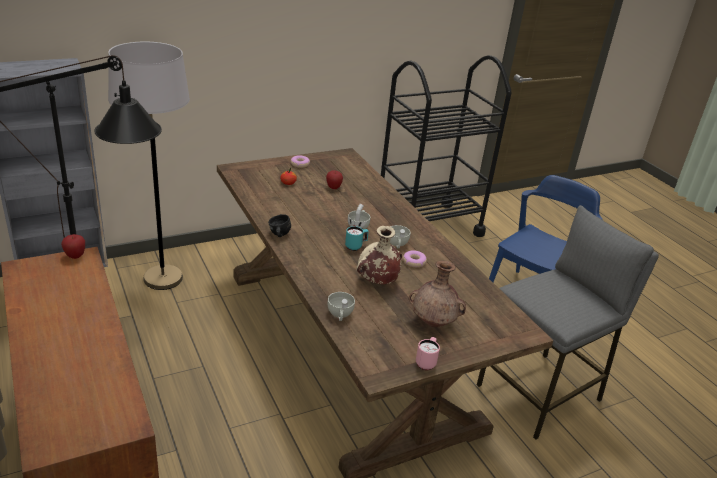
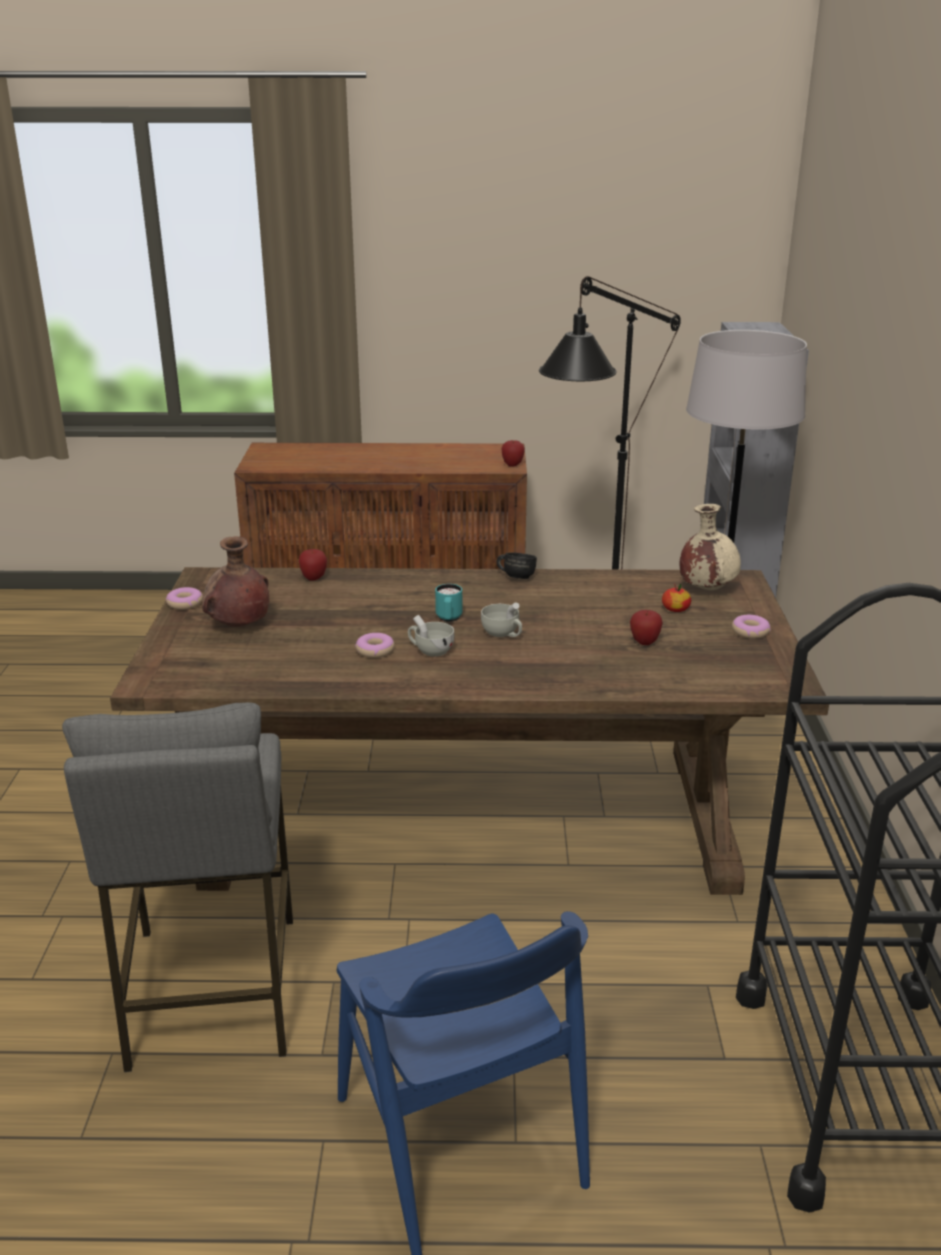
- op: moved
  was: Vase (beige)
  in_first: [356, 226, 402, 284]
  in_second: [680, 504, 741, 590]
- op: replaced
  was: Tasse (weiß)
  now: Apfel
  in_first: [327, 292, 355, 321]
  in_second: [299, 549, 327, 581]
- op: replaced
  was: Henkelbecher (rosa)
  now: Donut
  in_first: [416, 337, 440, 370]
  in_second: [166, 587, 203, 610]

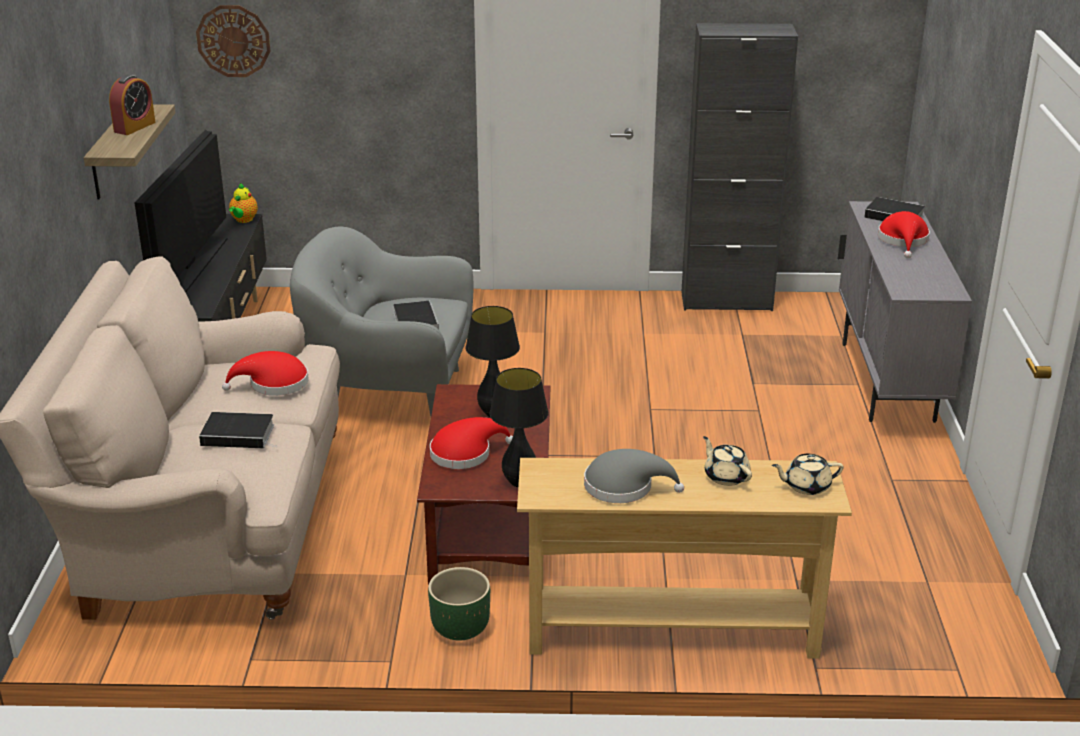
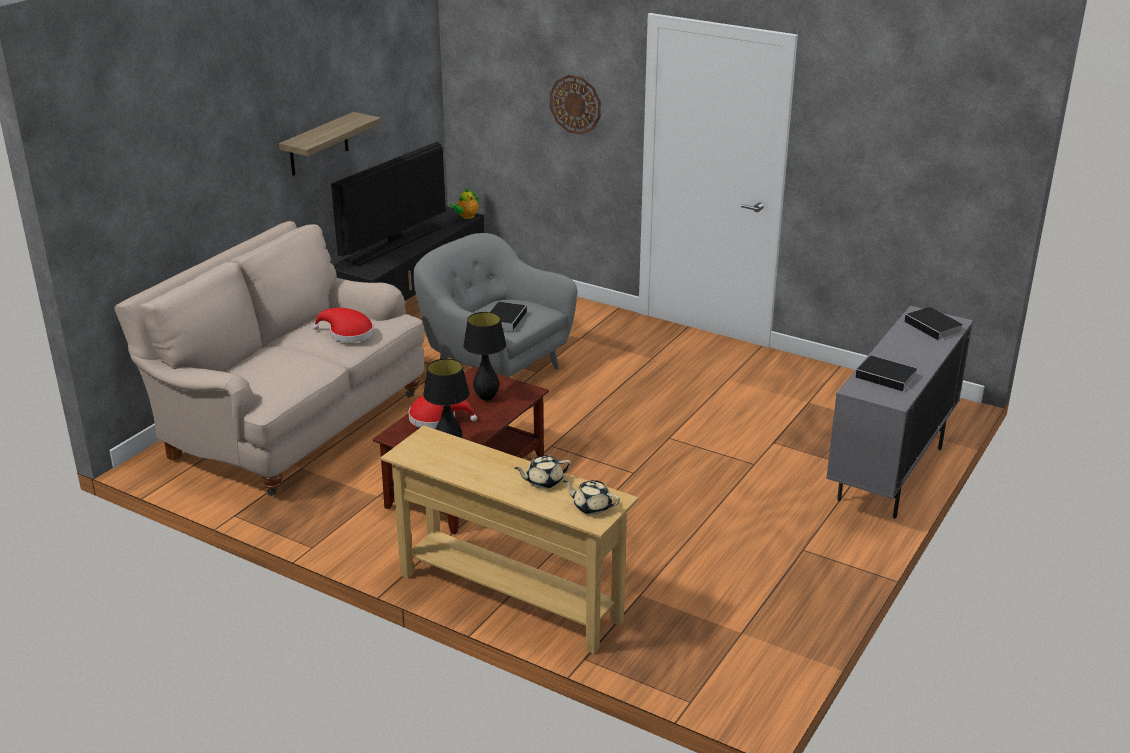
- op: moved
  was: Wanduhr
  in_first: [196, 5, 270, 77]
  in_second: [550, 75, 601, 135]
- op: removed
  was: Schrank (schwarz)
  in_first: [681, 23, 798, 311]
- op: removed
  was: Wecker
  in_first: [109, 75, 156, 135]
- op: removed
  was: Hut (rot)
  in_first: [878, 211, 930, 258]
- op: moved
  was: Buch
  in_first: [199, 412, 276, 448]
  in_second: [855, 355, 917, 392]
- op: turned
  was: Teekanne (beige)
  in_first: [703, 436, 752, 486]
  in_second: [514, 455, 571, 489]
  clockwise: -105
- op: removed
  was: Hut (grau)
  in_first: [584, 449, 684, 503]
- op: removed
  was: Pflanzkübel (grün)
  in_first: [428, 567, 490, 641]

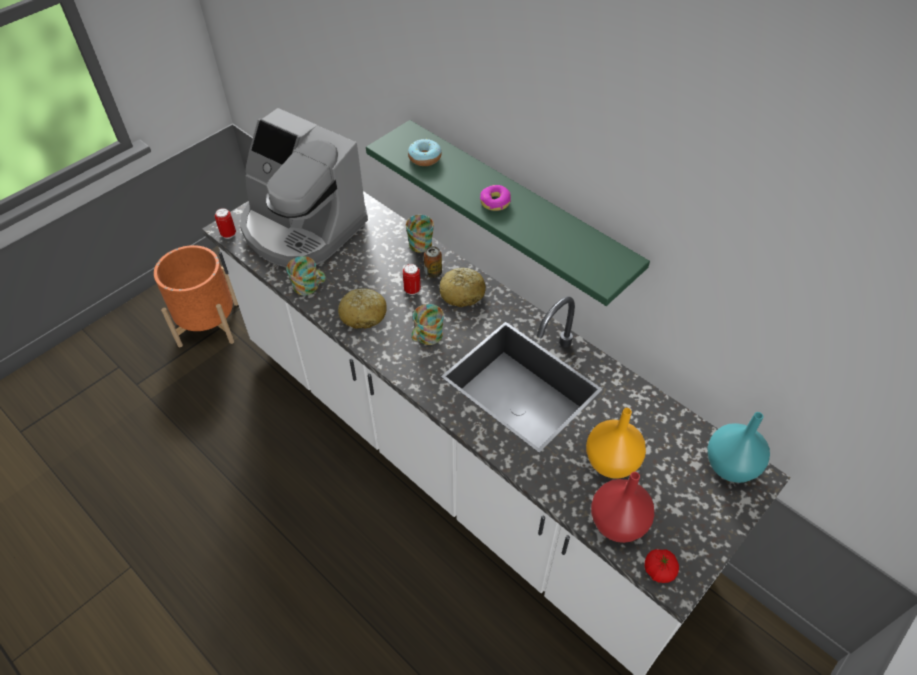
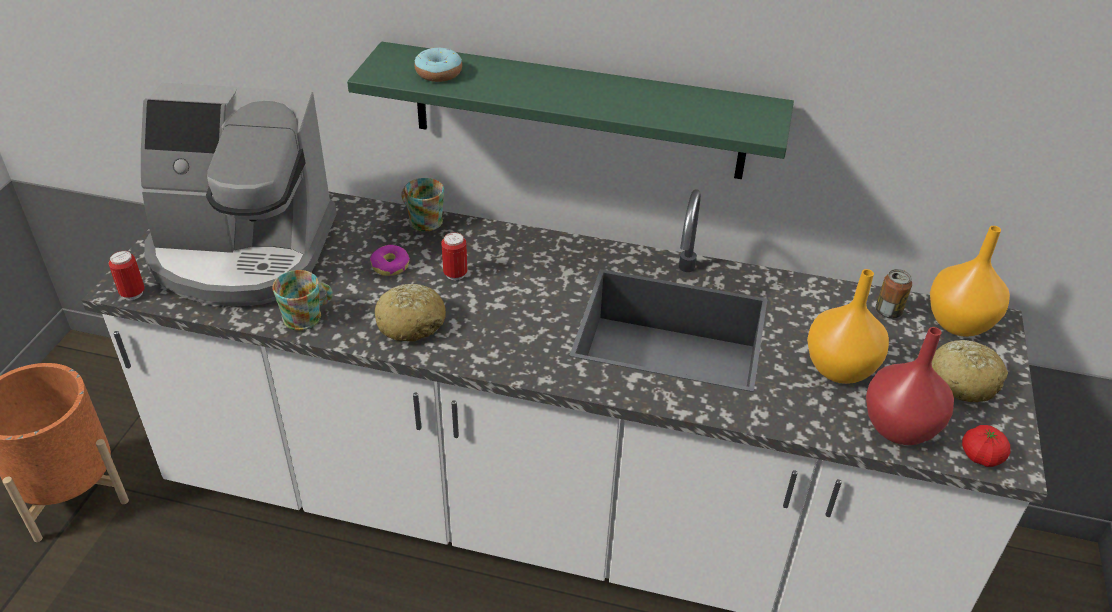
- op: moved
  was: Donut
  in_first: [480, 185, 511, 211]
  in_second: [370, 245, 410, 276]
- op: moved
  was: Dose
  in_first: [424, 246, 442, 278]
  in_second: [876, 269, 912, 318]
- op: moved
  was: Brot
  in_first: [440, 268, 486, 307]
  in_second: [932, 340, 1008, 402]
- op: removed
  was: Henkelbecher
  in_first: [411, 304, 444, 345]
- op: recoloured
  was: Vase (türkis)
  now: Vase (orange)
  in_first: [708, 412, 770, 483]
  in_second: [930, 226, 1010, 336]

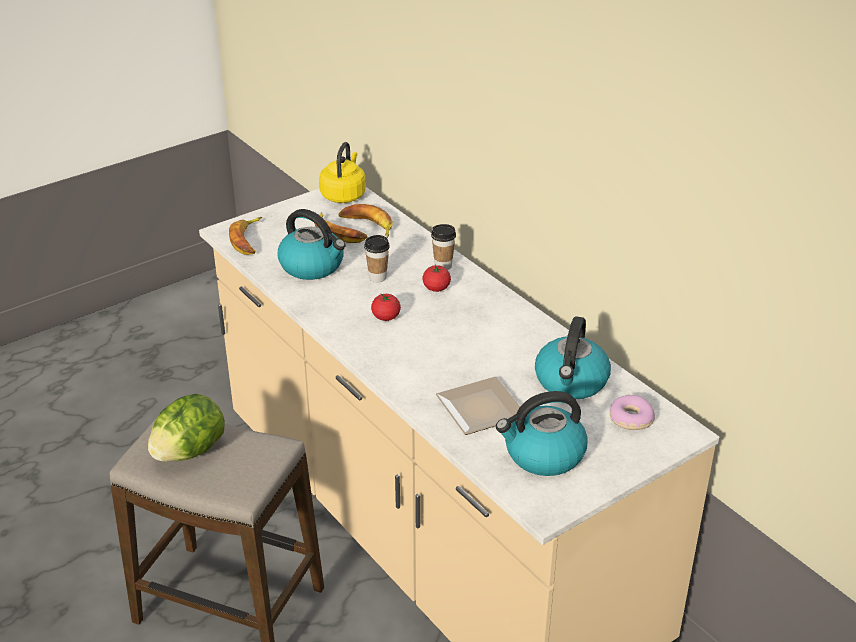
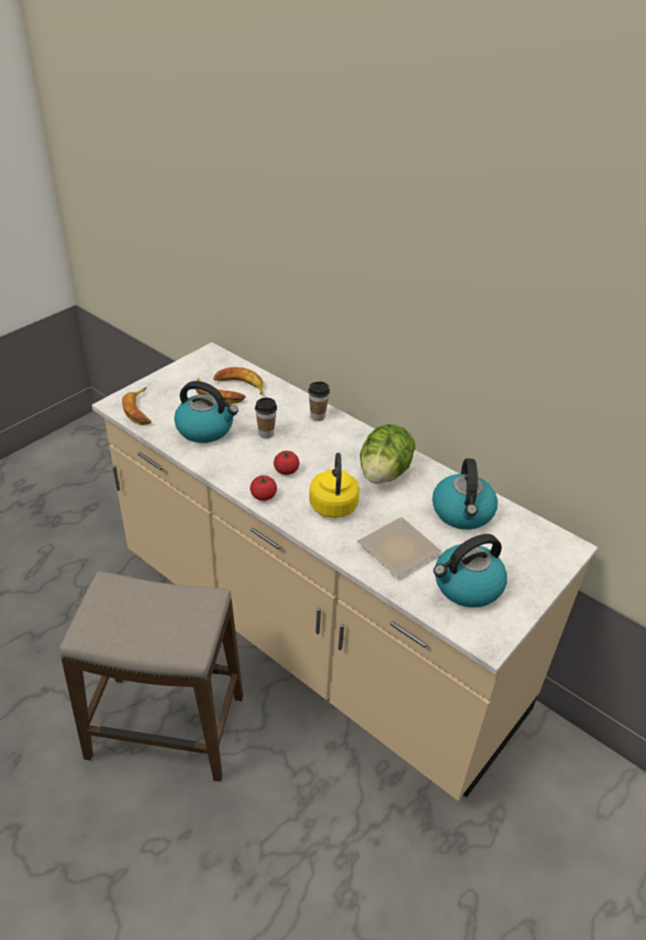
- op: moved
  was: Wasserkessel (gelb)
  in_first: [319, 142, 366, 203]
  in_second: [309, 453, 360, 518]
- op: moved
  was: Tomate
  in_first: [422, 265, 451, 292]
  in_second: [250, 475, 277, 501]
- op: moved
  was: Salatkopf
  in_first: [148, 394, 225, 462]
  in_second: [360, 424, 415, 484]
- op: removed
  was: Donut
  in_first: [610, 395, 655, 430]

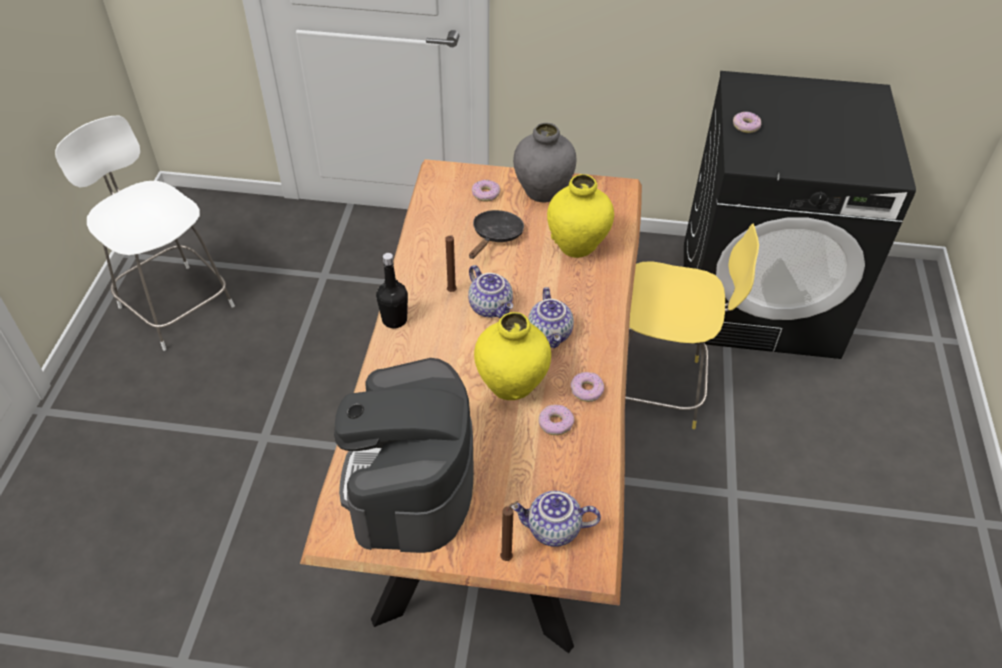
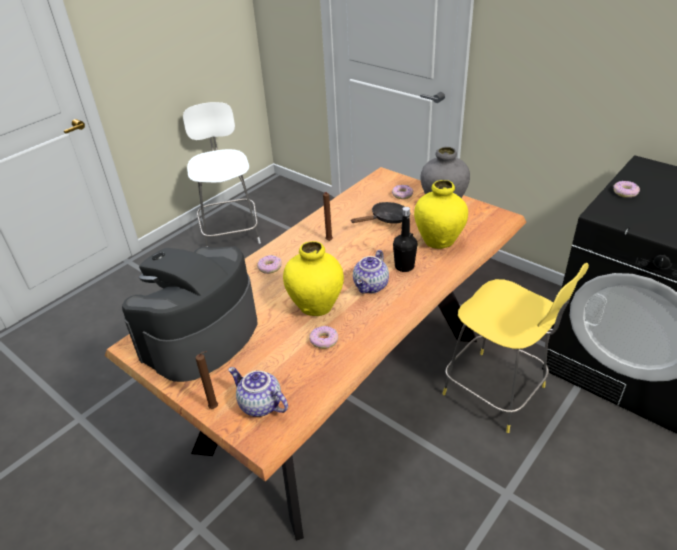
- op: moved
  was: Flasche (schwarz)
  in_first: [376, 253, 408, 328]
  in_second: [393, 207, 417, 272]
- op: removed
  was: Teekanne
  in_first: [468, 265, 513, 318]
- op: moved
  was: Donut
  in_first: [571, 372, 604, 402]
  in_second: [257, 255, 282, 274]

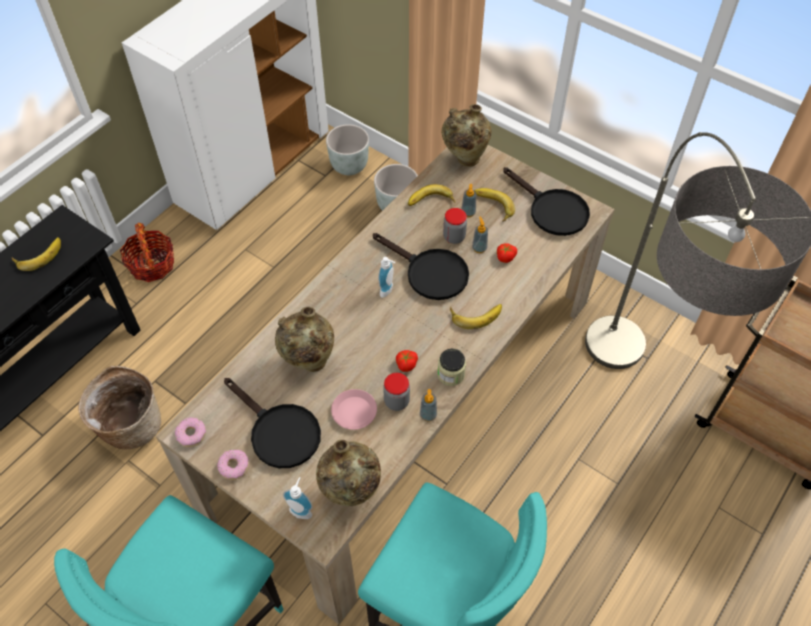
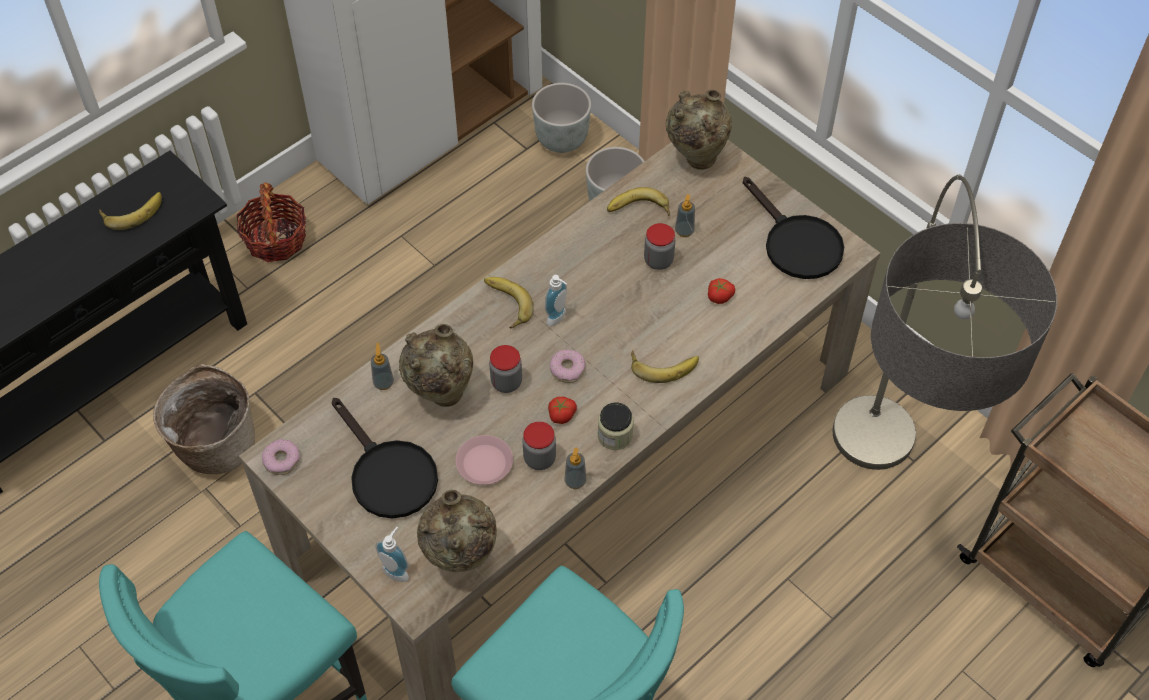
- op: moved
  was: Banane
  in_first: [474, 188, 515, 222]
  in_second: [484, 277, 534, 328]
- op: moved
  was: Seifenspender
  in_first: [472, 217, 488, 253]
  in_second: [371, 343, 394, 390]
- op: removed
  was: Pfanne (schwarz)
  in_first: [373, 233, 469, 300]
- op: moved
  was: Donut
  in_first: [217, 450, 249, 480]
  in_second: [550, 349, 586, 383]
- op: added
  now: Vorratsglas
  in_second: [489, 345, 522, 393]

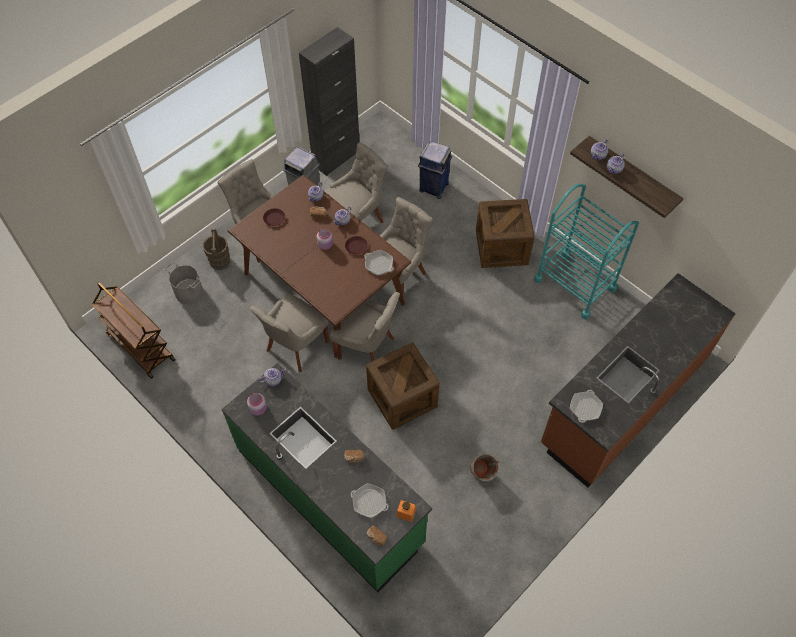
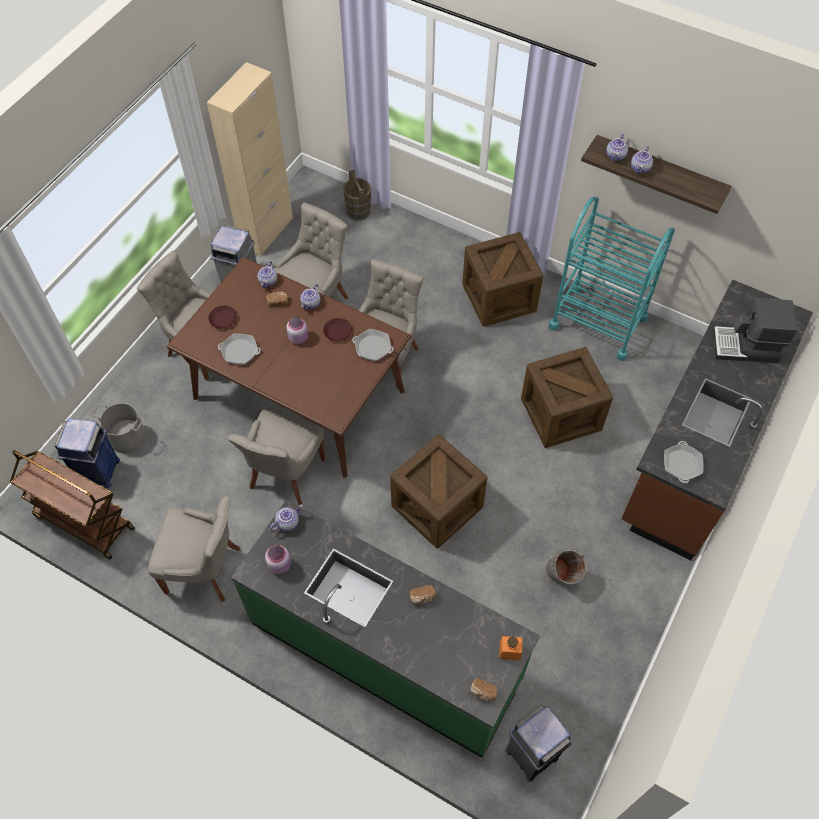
- op: recoloured
  was: Schrank (schwarz)
  now: Schrank (beige)
  in_first: [299, 27, 360, 176]
  in_second: [207, 62, 293, 256]
- op: moved
  was: Mülleimer (blau)
  in_first: [418, 141, 452, 199]
  in_second: [55, 418, 120, 488]
- op: moved
  was: Eimer (braun)
  in_first: [203, 229, 230, 270]
  in_second: [343, 170, 371, 221]
- op: moved
  was: Stuhl (grau)
  in_first: [330, 292, 400, 362]
  in_second: [148, 496, 241, 602]
- op: moved
  was: Pfanne
  in_first: [351, 483, 388, 518]
  in_second: [218, 333, 261, 365]
- op: added
  now: Kaffeemaschine
  in_second: [713, 298, 797, 363]
- op: added
  now: Kiste
  in_second: [521, 347, 613, 448]
- op: added
  now: Mülleimer (grau)
  in_second: [505, 705, 572, 782]

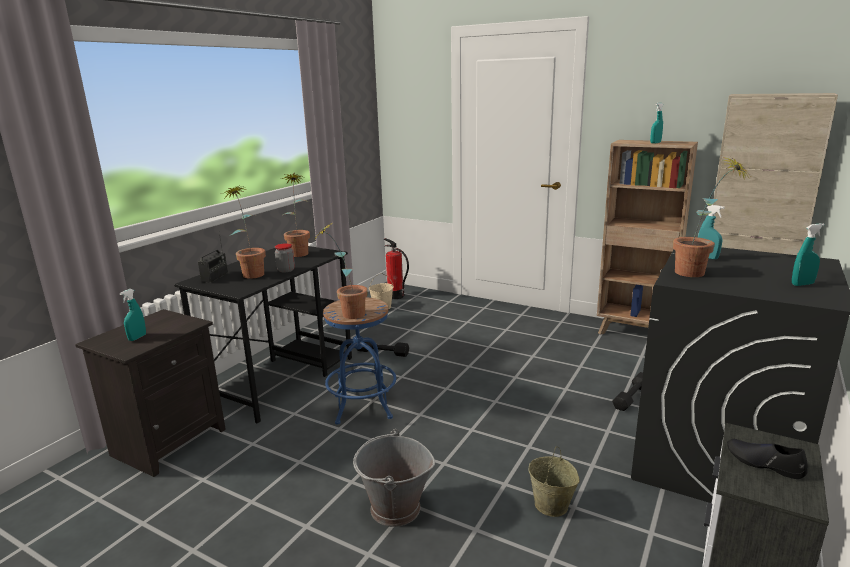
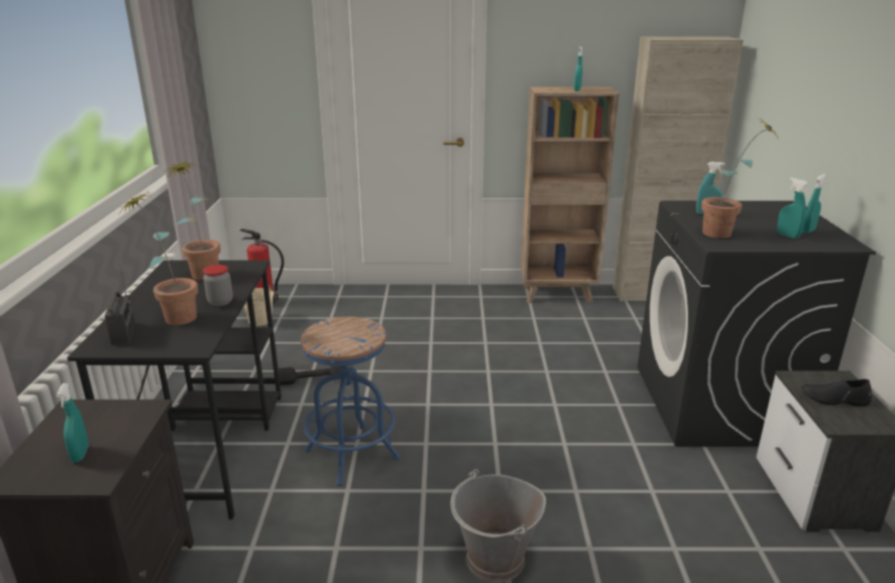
- op: removed
  was: Topfpflanze
  in_first: [314, 221, 368, 319]
- op: removed
  was: Hantel (schwarz)
  in_first: [612, 372, 643, 411]
- op: removed
  was: Eimer (beige)
  in_first: [528, 446, 580, 517]
- op: added
  now: Sprühflasche (türkis)
  in_second: [777, 178, 808, 239]

